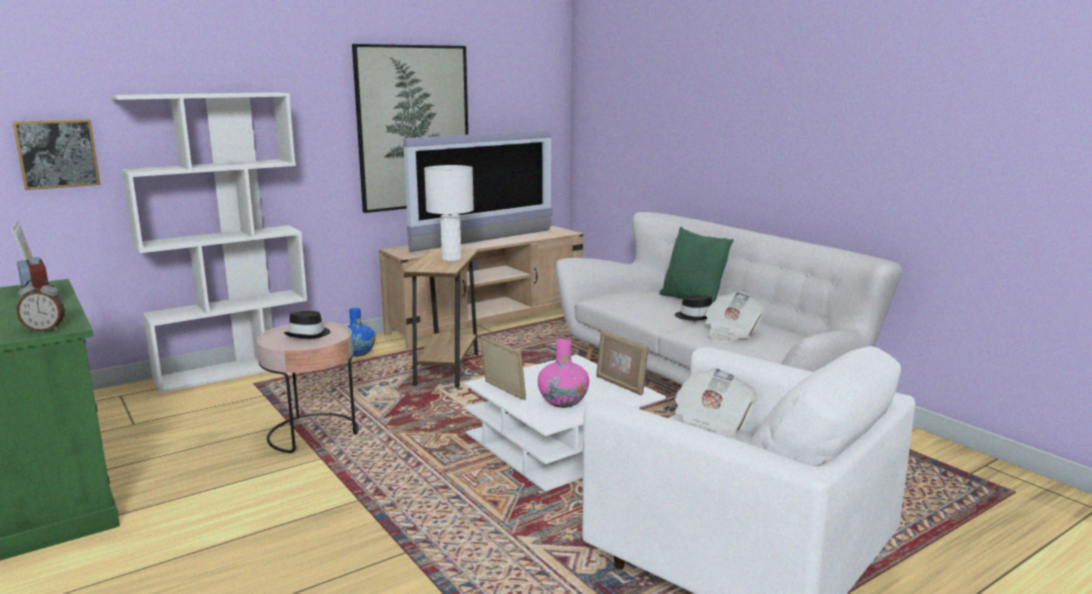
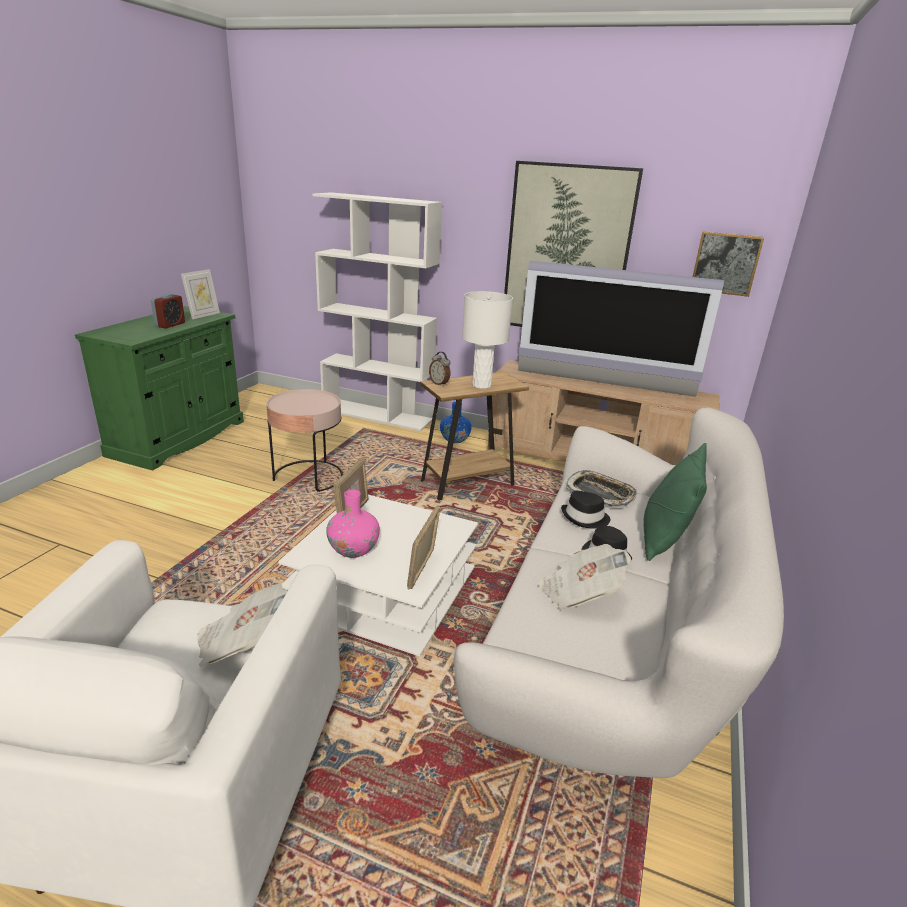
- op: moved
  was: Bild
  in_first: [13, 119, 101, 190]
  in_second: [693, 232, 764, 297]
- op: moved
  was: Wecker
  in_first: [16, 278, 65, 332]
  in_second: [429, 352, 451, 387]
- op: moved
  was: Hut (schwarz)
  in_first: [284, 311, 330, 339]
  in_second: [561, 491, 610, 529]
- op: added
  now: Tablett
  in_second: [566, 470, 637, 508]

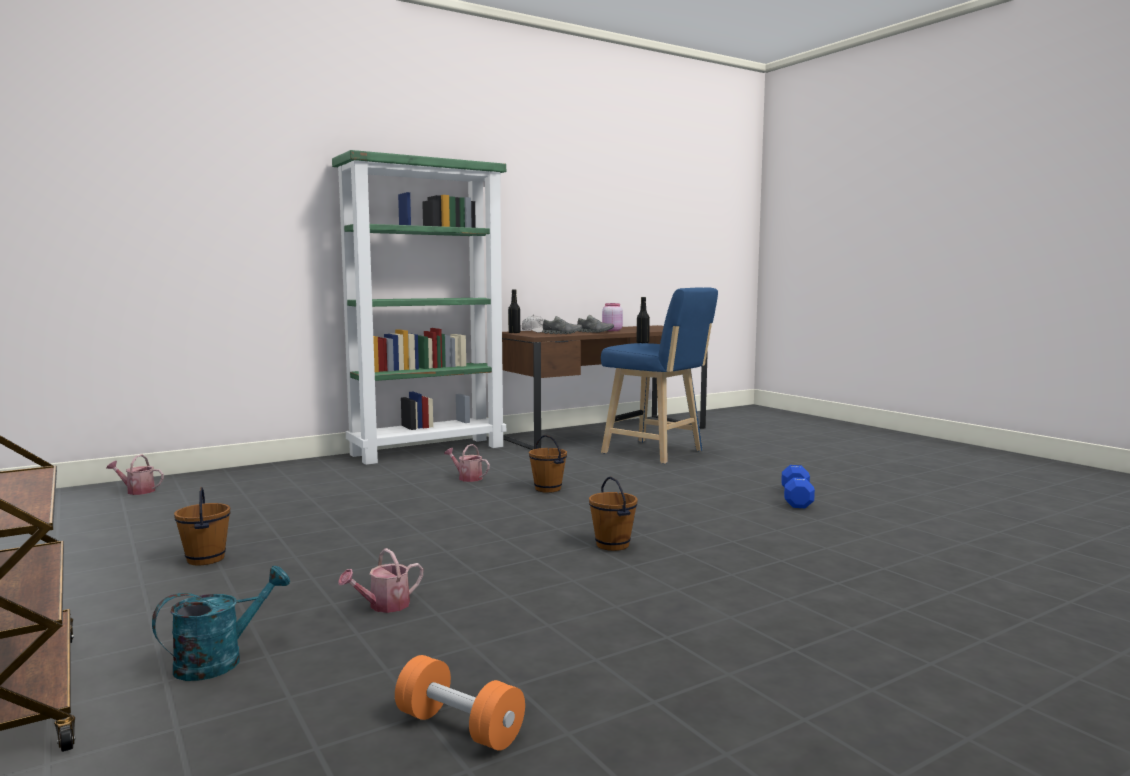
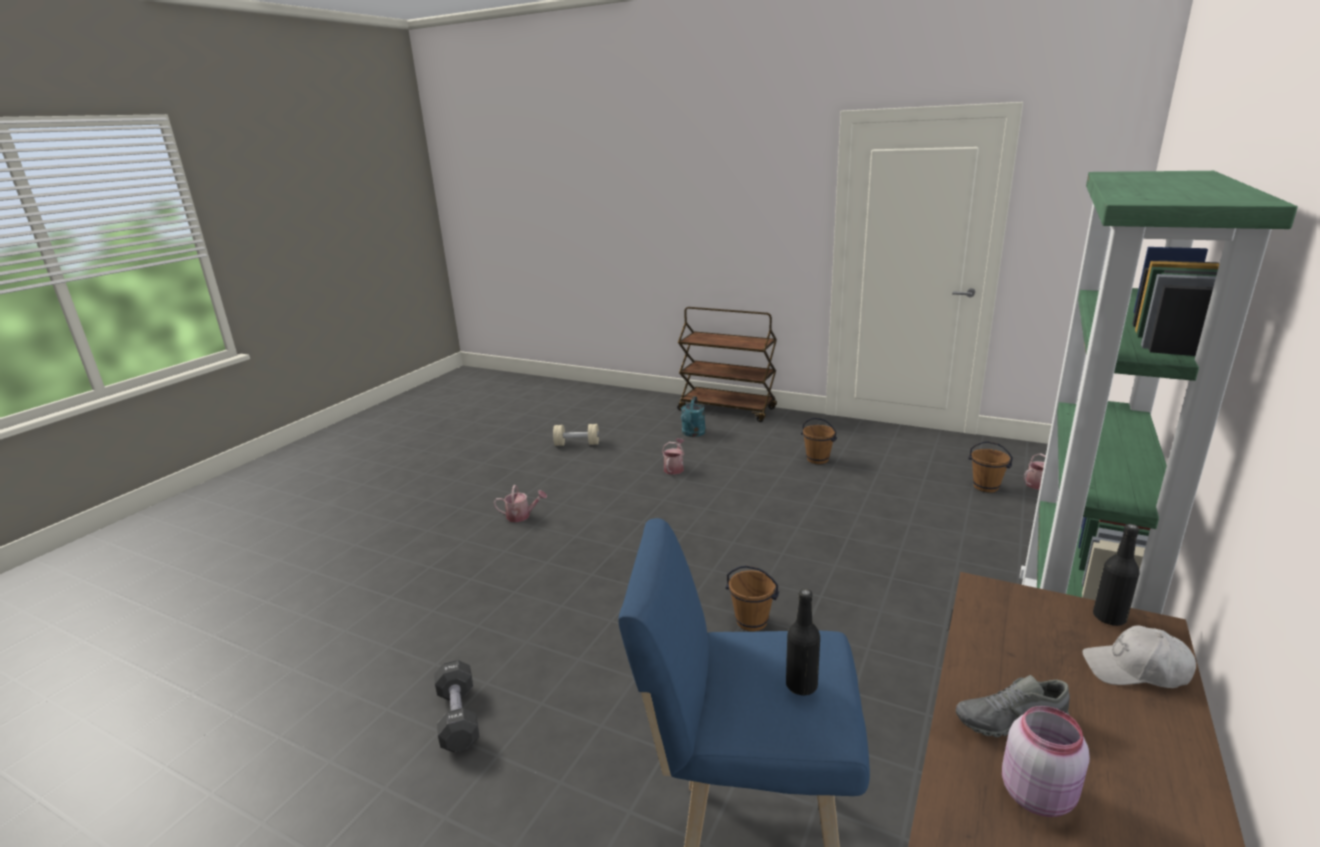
- op: removed
  was: Schuh (grau)
  in_first: [542, 316, 582, 334]
- op: moved
  was: Gießkanne
  in_first: [444, 444, 490, 482]
  in_second: [494, 485, 547, 522]
- op: recoloured
  was: Hantel (blau)
  now: Hantel (schwarz)
  in_first: [781, 465, 815, 508]
  in_second: [434, 660, 479, 753]
- op: moved
  was: Eimer (braun)
  in_first: [589, 476, 638, 551]
  in_second: [968, 441, 1013, 493]
- op: recoloured
  was: Hantel (orange)
  now: Hantel (beige)
  in_first: [395, 655, 525, 751]
  in_second: [553, 424, 599, 446]

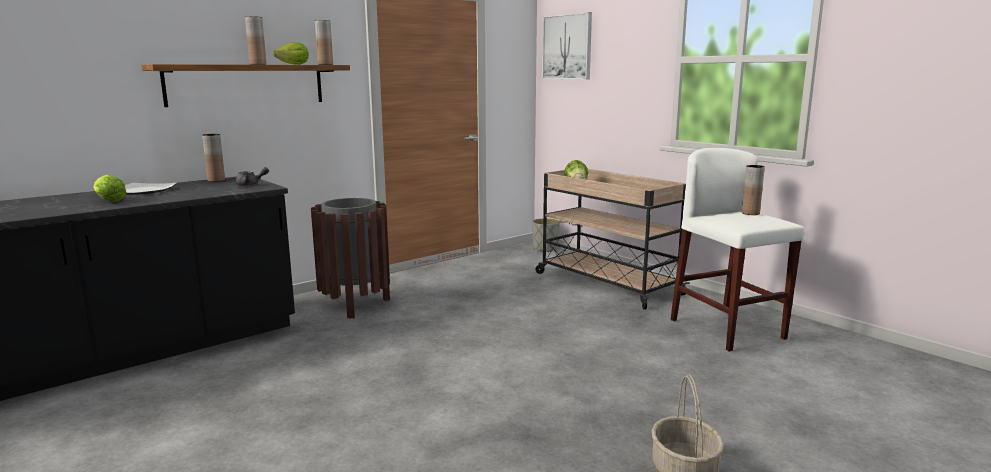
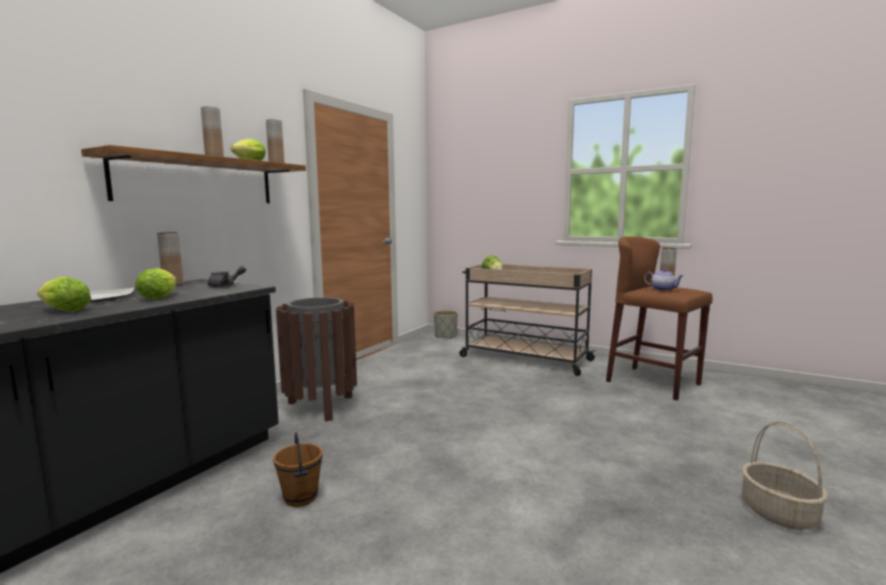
- op: removed
  was: Bild
  in_first: [542, 12, 592, 80]
- op: recoloured
  was: Hocker (weiß)
  now: Hocker (braun)
  in_first: [671, 148, 805, 352]
  in_second: [606, 236, 713, 400]
- op: added
  now: Salatkopf
  in_second: [135, 268, 177, 299]
- op: added
  now: Teekanne
  in_second: [644, 268, 684, 291]
- op: added
  now: Eimer (braun)
  in_second: [273, 432, 323, 507]

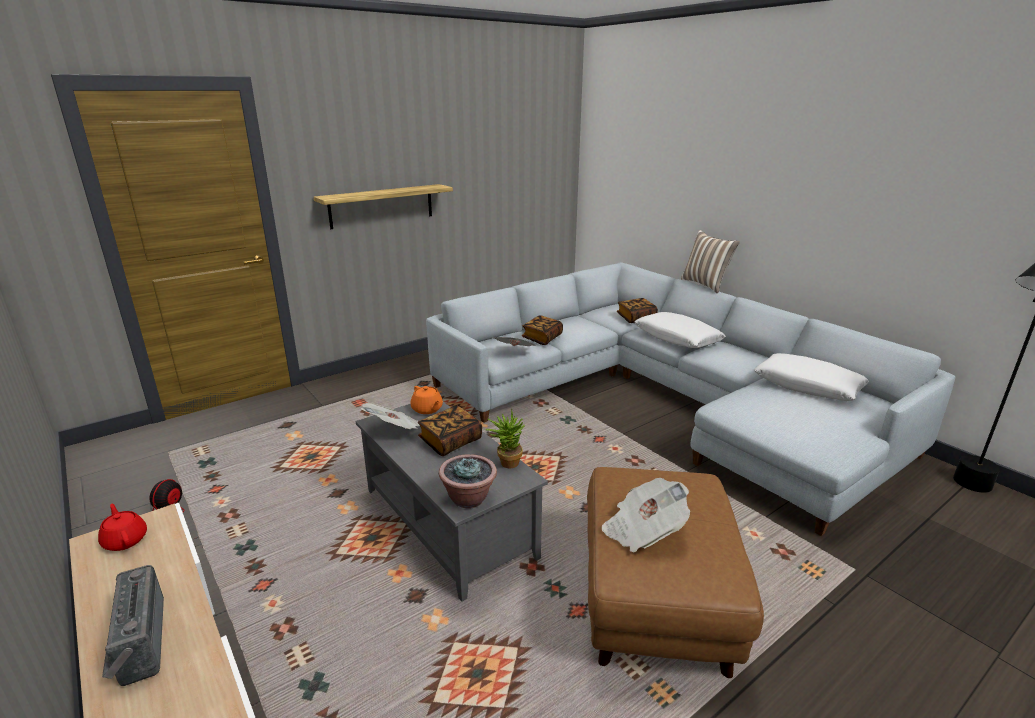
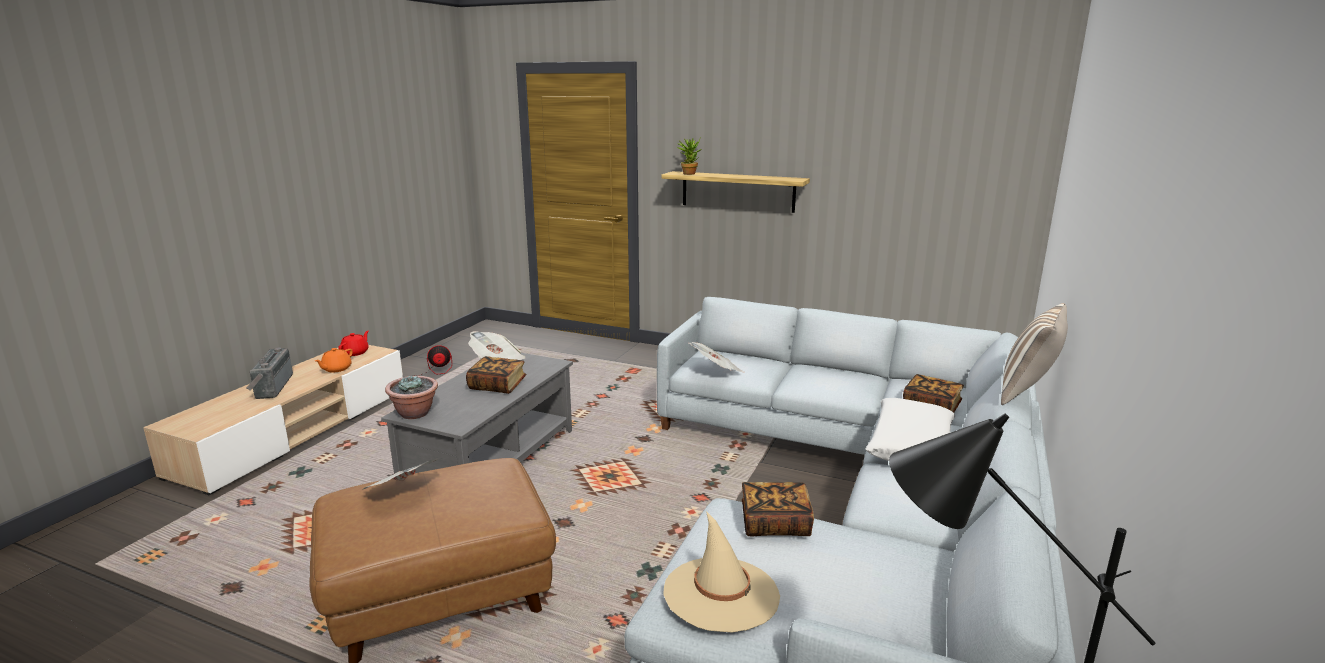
- op: moved
  was: Buch
  in_first: [522, 315, 563, 345]
  in_second: [742, 482, 814, 536]
- op: removed
  was: Kissen (weiß)
  in_first: [754, 353, 869, 401]
- op: moved
  was: Teekanne (orange)
  in_first: [410, 386, 443, 414]
  in_second: [315, 348, 353, 372]
- op: moved
  was: Topfpflanze
  in_first: [485, 408, 525, 469]
  in_second: [677, 138, 701, 175]
- op: turned
  was: Radio
  in_first: [102, 565, 164, 686]
  in_second: [247, 347, 293, 399]
  clockwise: -45
- op: added
  now: Hut (beige)
  in_second: [663, 511, 780, 633]

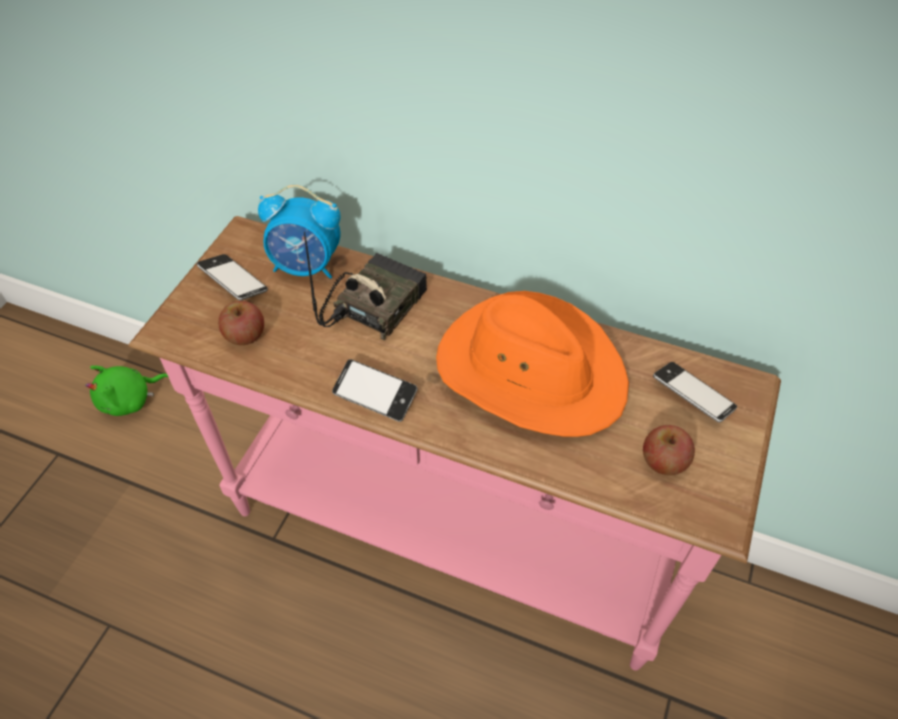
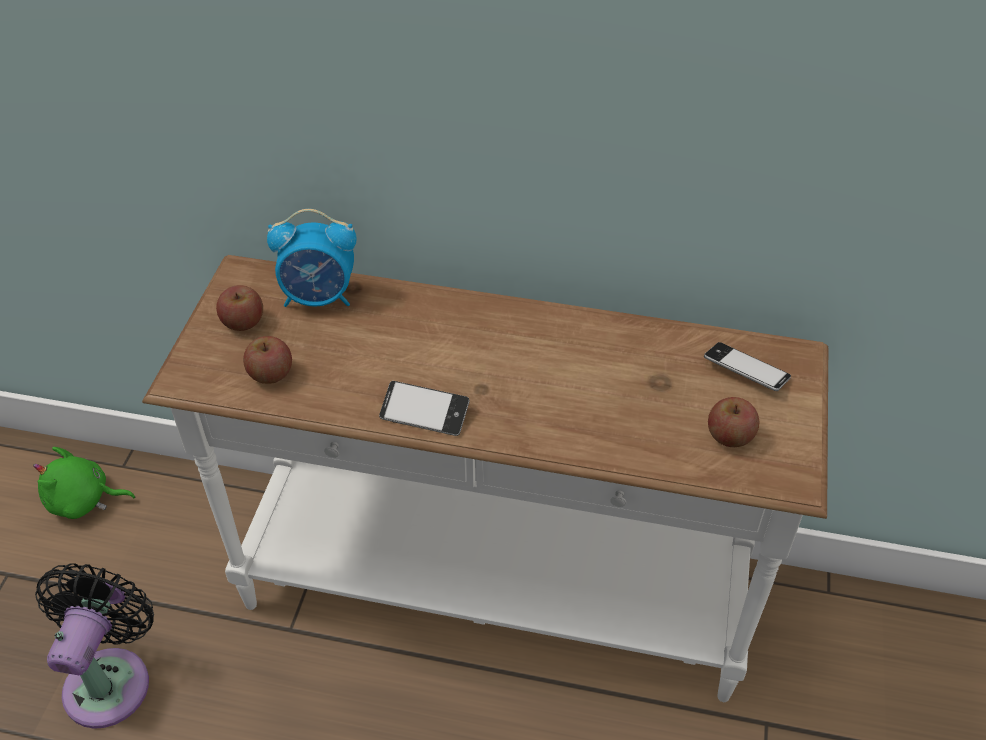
- op: recoloured
  was: Konsolentisch (rosa)
  now: Konsolentisch (weiß)
  in_first: [128, 216, 781, 671]
  in_second: [142, 255, 828, 702]
- op: removed
  was: Radio
  in_first: [303, 232, 427, 340]
- op: replaced
  was: Handy
  now: Apfel
  in_first: [197, 254, 268, 300]
  in_second: [216, 285, 263, 331]
- op: removed
  was: Hut (orange)
  in_first: [436, 291, 629, 437]
- op: turned
  was: Plüschtier (grün)
  in_first: [85, 365, 169, 416]
  in_second: [33, 447, 135, 519]
  clockwise: 45
- op: added
  now: Ventilator (schwarz)
  in_second: [35, 563, 154, 729]

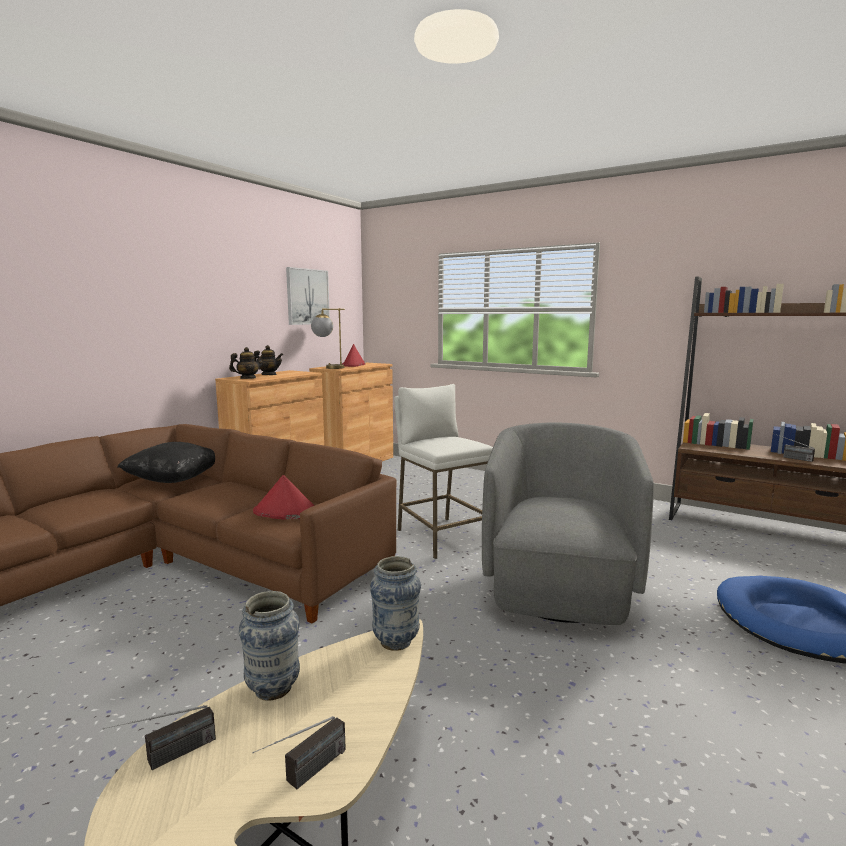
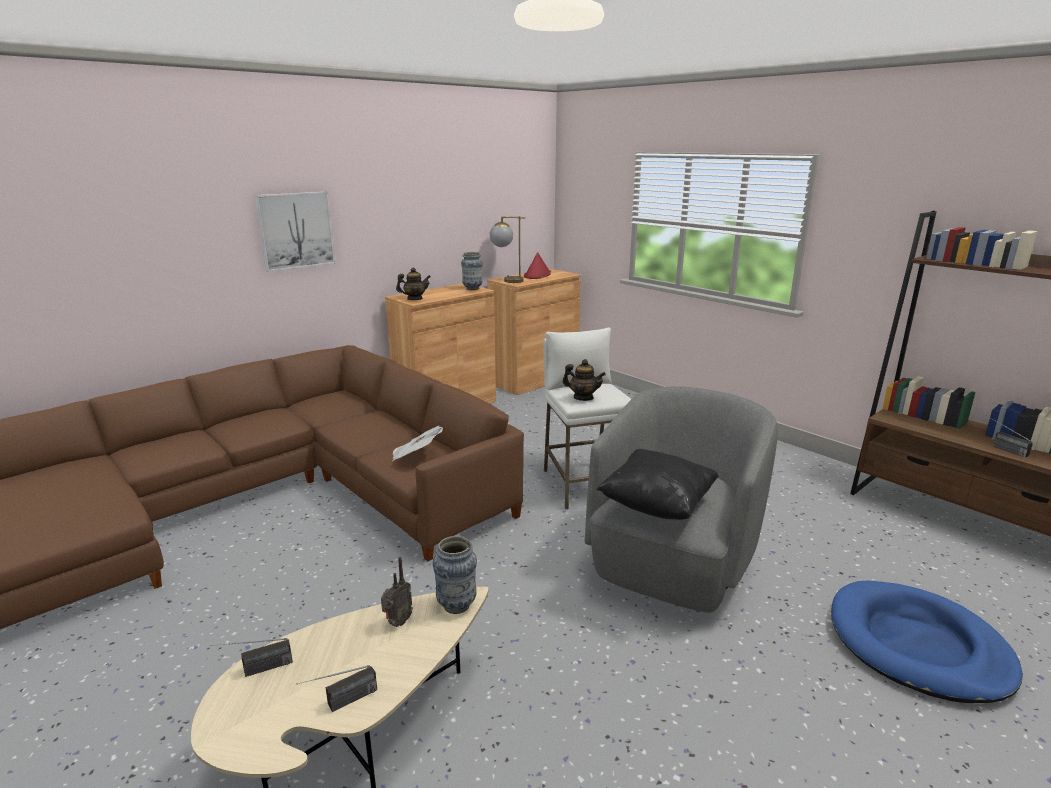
- op: moved
  was: Bild
  in_first: [286, 267, 330, 325]
  in_second: [255, 192, 336, 272]
- op: moved
  was: Teekanne
  in_first: [254, 345, 283, 375]
  in_second: [563, 359, 606, 401]
- op: moved
  was: Kissen (schwarz)
  in_first: [117, 442, 215, 483]
  in_second: [597, 449, 718, 520]
- op: replaced
  was: Hut (rot)
  now: Zeitung
  in_first: [253, 475, 314, 519]
  in_second: [392, 425, 443, 461]
- op: moved
  was: Vase
  in_first: [239, 591, 300, 701]
  in_second: [461, 252, 483, 290]
- op: added
  now: Radio
  in_second: [381, 557, 413, 627]

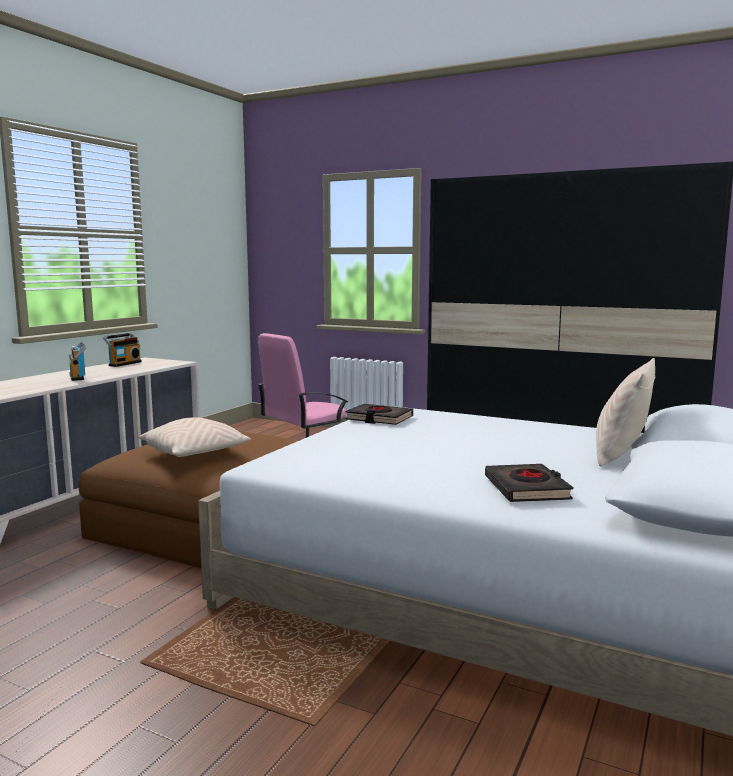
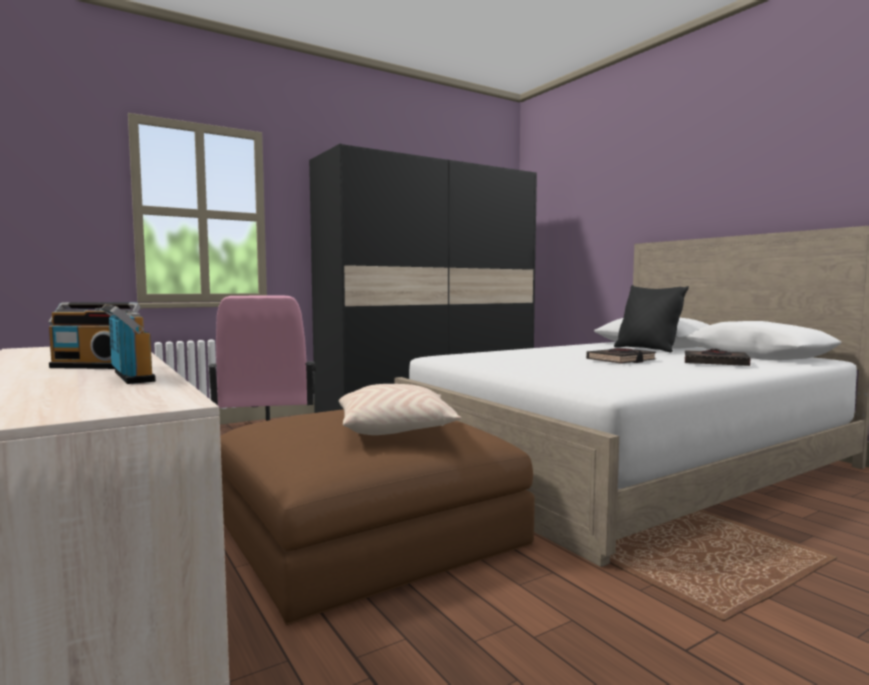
- op: moved
  was: Radio
  in_first: [103, 333, 142, 367]
  in_second: [101, 304, 156, 384]
- op: recoloured
  was: Kissen (beige)
  now: Kissen (schwarz)
  in_first: [596, 358, 655, 467]
  in_second: [614, 285, 689, 352]
- op: moved
  was: Buch (schwarz)
  in_first: [345, 404, 413, 425]
  in_second: [586, 348, 656, 364]

